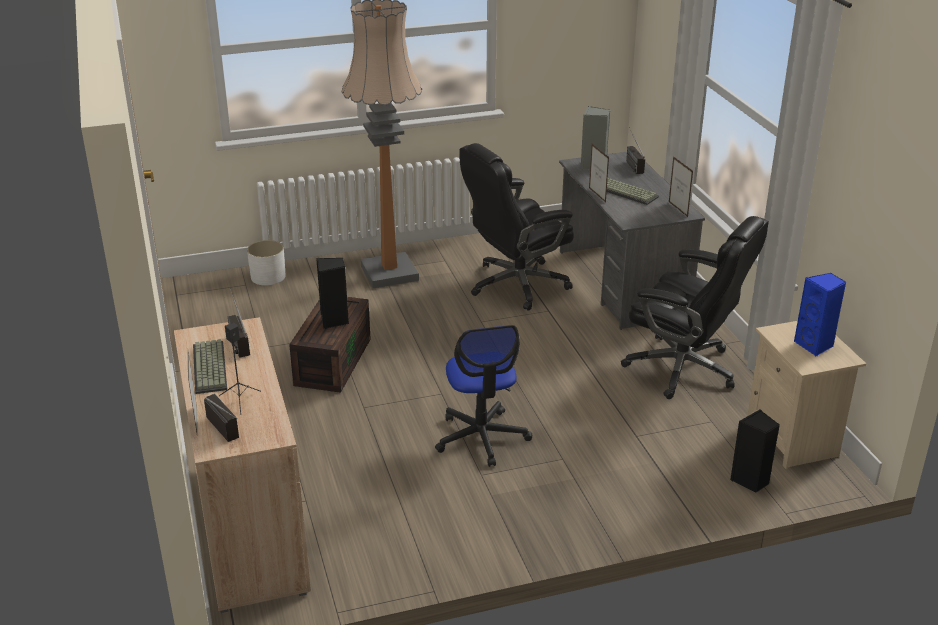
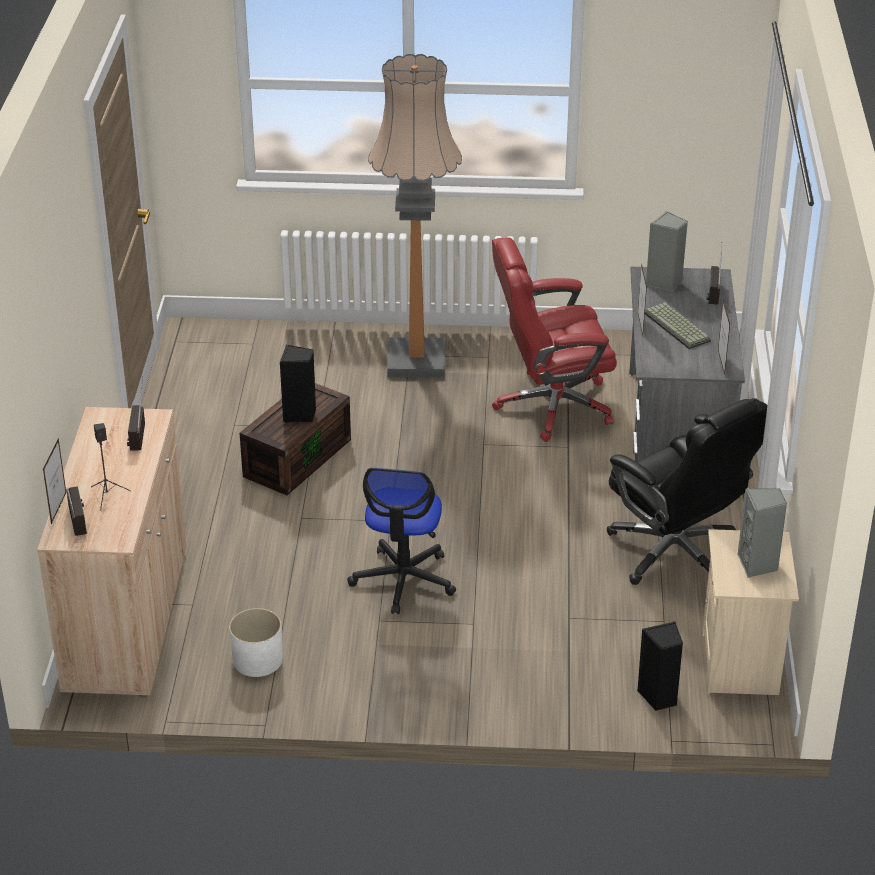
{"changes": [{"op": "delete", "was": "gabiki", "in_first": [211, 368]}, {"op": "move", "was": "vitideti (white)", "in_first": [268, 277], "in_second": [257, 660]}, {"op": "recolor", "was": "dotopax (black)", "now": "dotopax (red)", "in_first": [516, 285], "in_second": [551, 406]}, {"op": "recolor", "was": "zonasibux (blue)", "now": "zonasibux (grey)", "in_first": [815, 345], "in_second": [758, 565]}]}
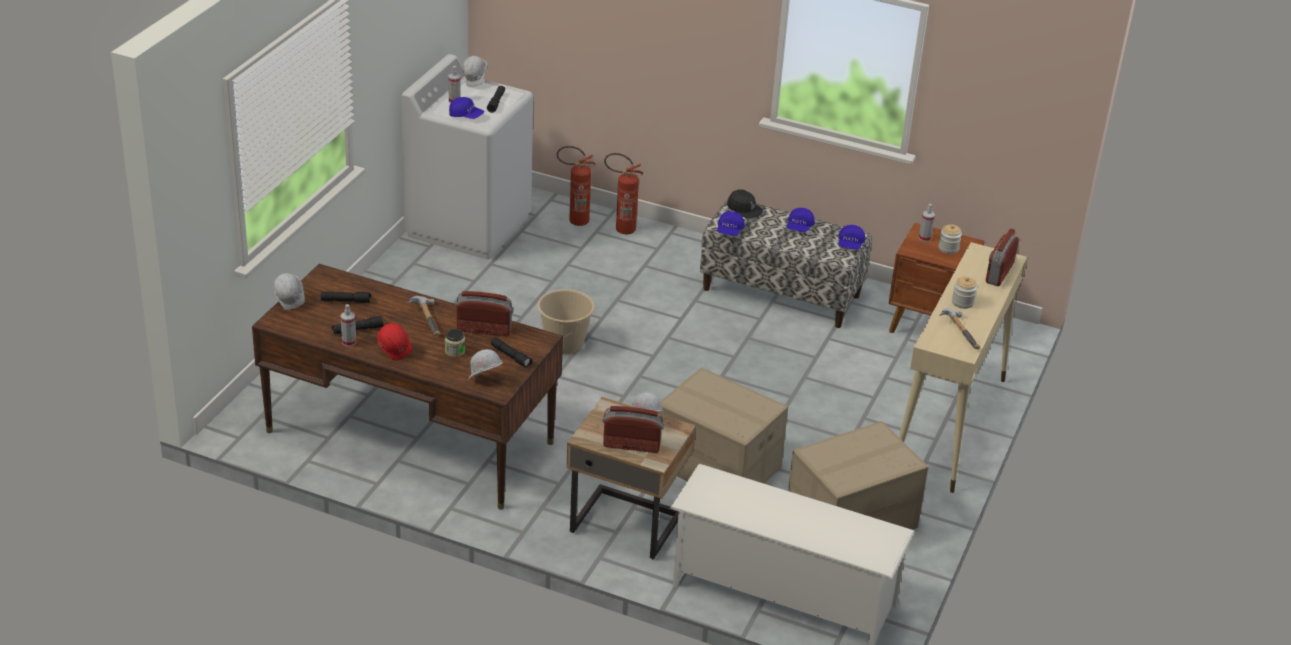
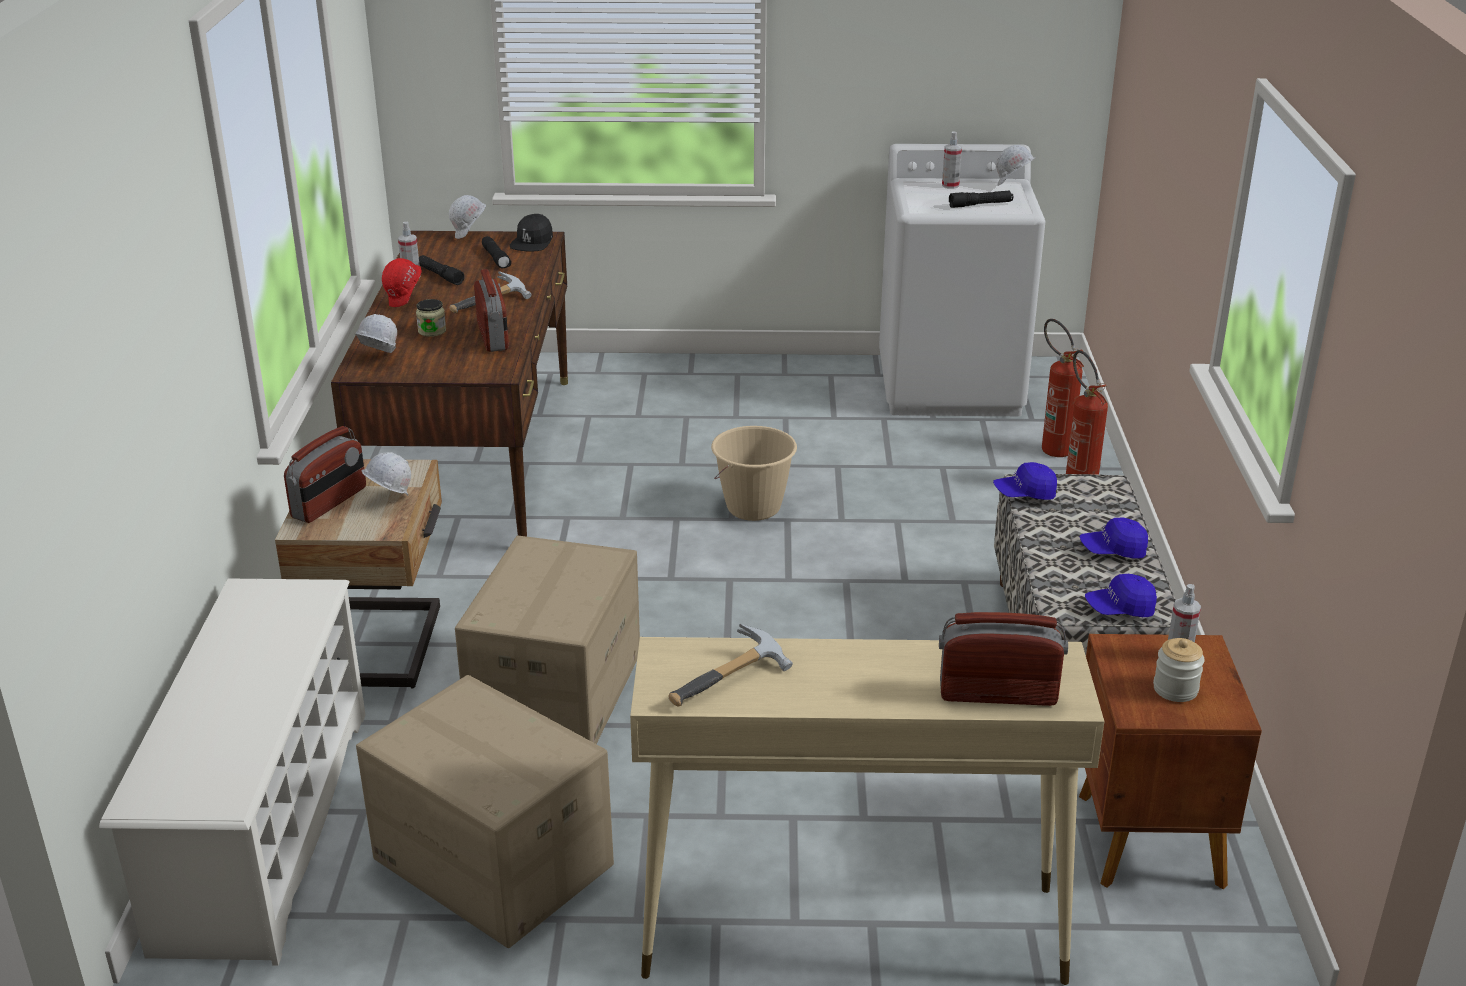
{"changes": [{"op": "delete", "was": "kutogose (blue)", "in_first": [466, 115]}, {"op": "delete", "was": "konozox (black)", "in_first": [511, 356]}, {"op": "delete", "was": "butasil", "in_first": [962, 302]}, {"op": "move", "was": "kutogose (black)", "in_first": [744, 209], "in_second": [532, 242]}, {"op": "rotate", "was": "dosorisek", "in_first": [631, 445], "in_second": [330, 503], "clockwise": 45}]}
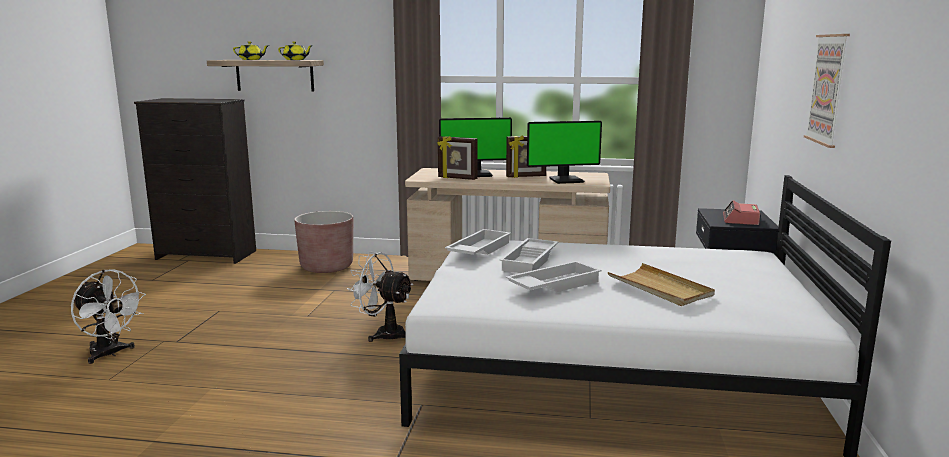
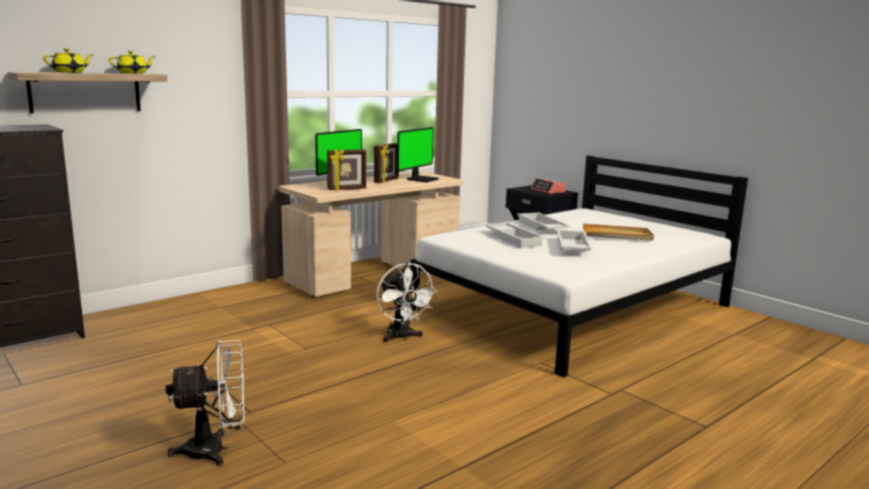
{"changes": [{"op": "delete", "was": "vitideti (brown)", "in_first": [326, 267]}, {"op": "delete", "was": "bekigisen", "in_first": [828, 89]}, {"op": "move", "was": "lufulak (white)", "in_first": [478, 249], "in_second": [541, 227]}, {"op": "rotate", "was": "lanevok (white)", "in_first": [383, 334], "in_second": [402, 337], "clockwise": -90}]}
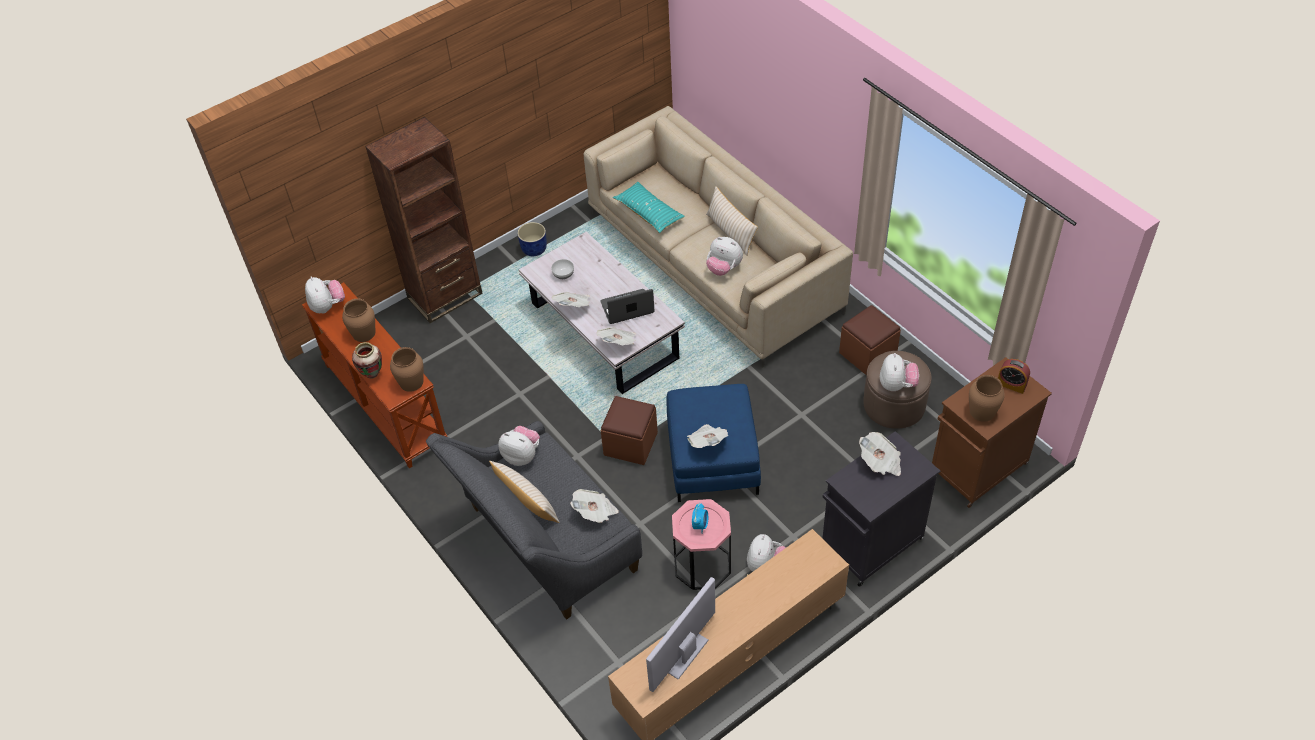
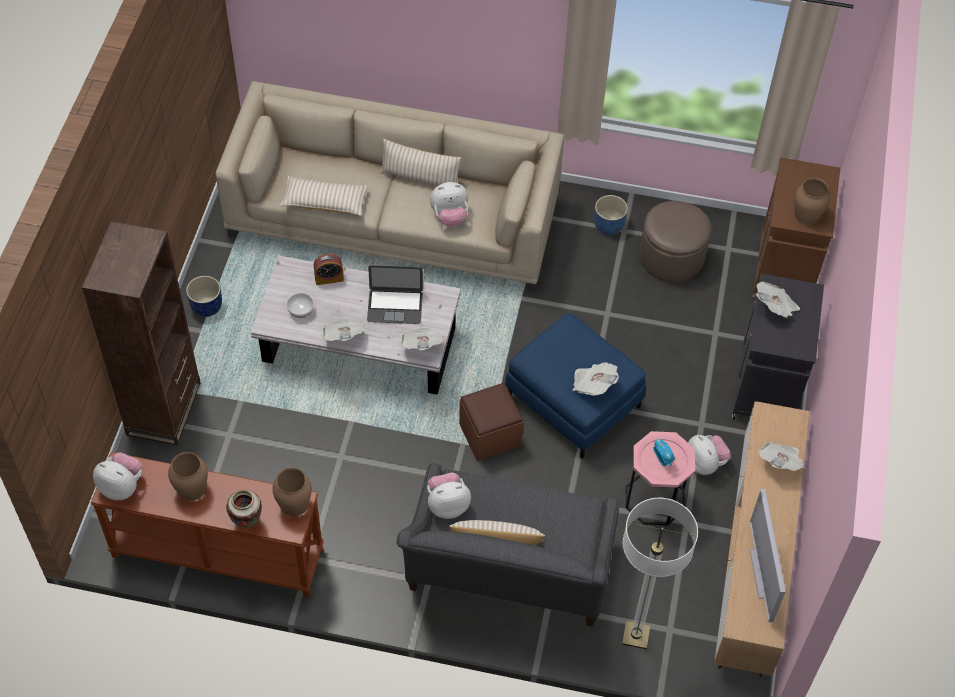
{"changes": [{"op": "delete", "was": "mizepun", "in_first": [897, 385]}, {"op": "insert", "now": "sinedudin", "in_second": [636, 635]}, {"op": "move", "was": "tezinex", "in_first": [595, 512], "in_second": [780, 462]}, {"op": "move", "was": "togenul", "in_first": [1011, 384], "in_second": [329, 278]}, {"op": "replace", "was": "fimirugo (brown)", "now": "vitideti (blue)", "in_first": [867, 354], "in_second": [609, 225]}, {"op": "recolor", "was": "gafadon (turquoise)", "now": "gafadon (beige)", "in_first": [648, 213], "in_second": [324, 202]}, {"op": "rotate", "was": "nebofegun", "in_first": [627, 307], "in_second": [395, 306], "clockwise": -120}]}
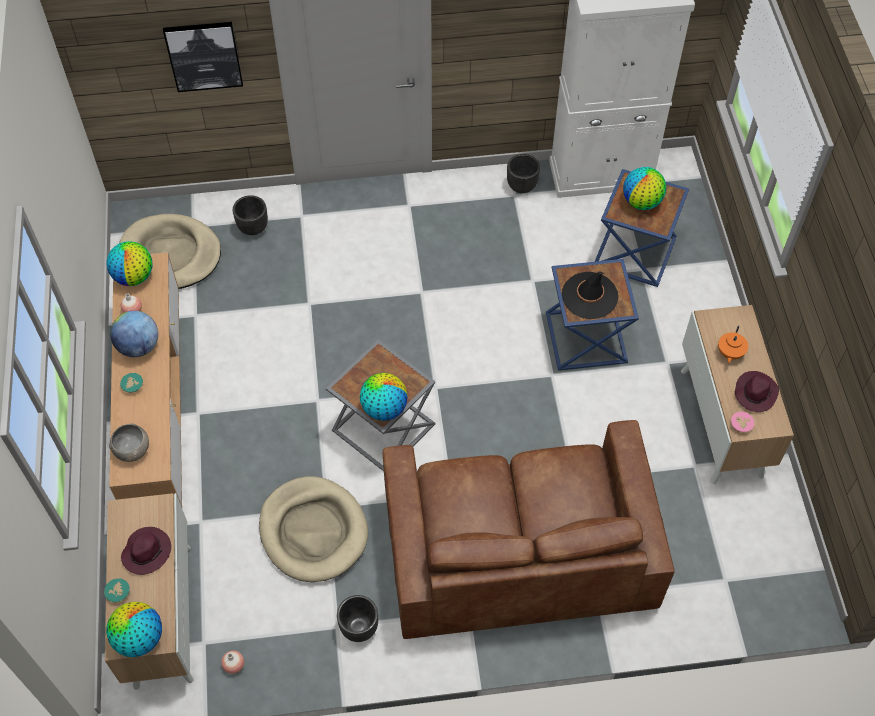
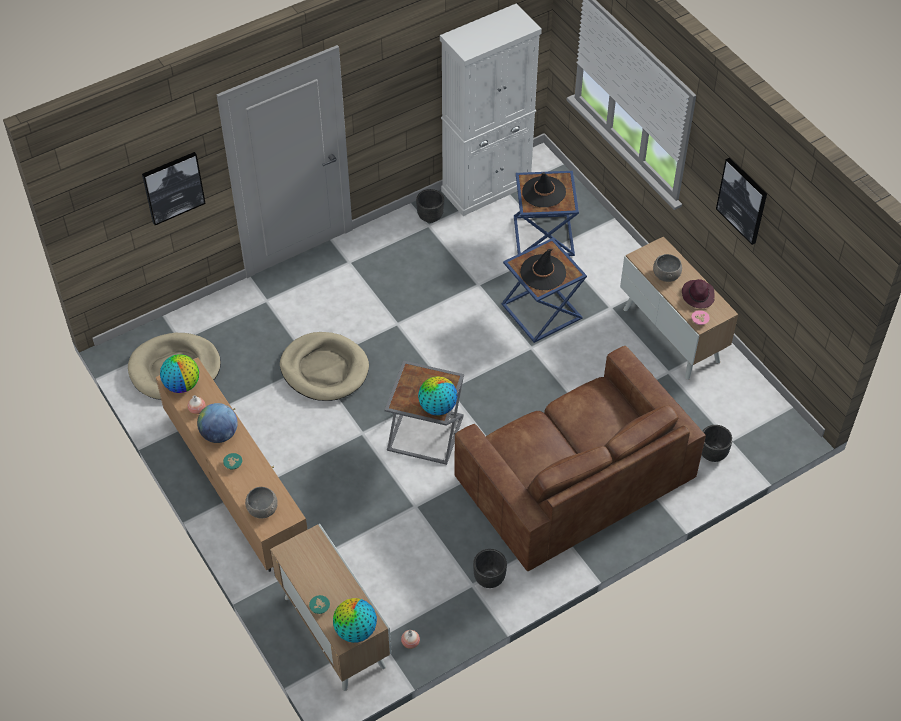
{"changes": [{"op": "delete", "was": "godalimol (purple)", "in_first": [147, 551]}, {"op": "insert", "now": "bekigisen", "in_second": [742, 200]}, {"op": "move", "was": "vitideti (black)", "in_first": [253, 228], "in_second": [712, 454]}, {"op": "move", "was": "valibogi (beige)", "in_first": [313, 531], "in_second": [324, 369]}, {"op": "replace", "was": "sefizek", "now": "godalimol (black)", "in_first": [641, 202], "in_second": [543, 192]}, {"op": "replace", "was": "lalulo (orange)", "now": "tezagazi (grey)", "in_first": [729, 353], "in_second": [666, 275]}]}
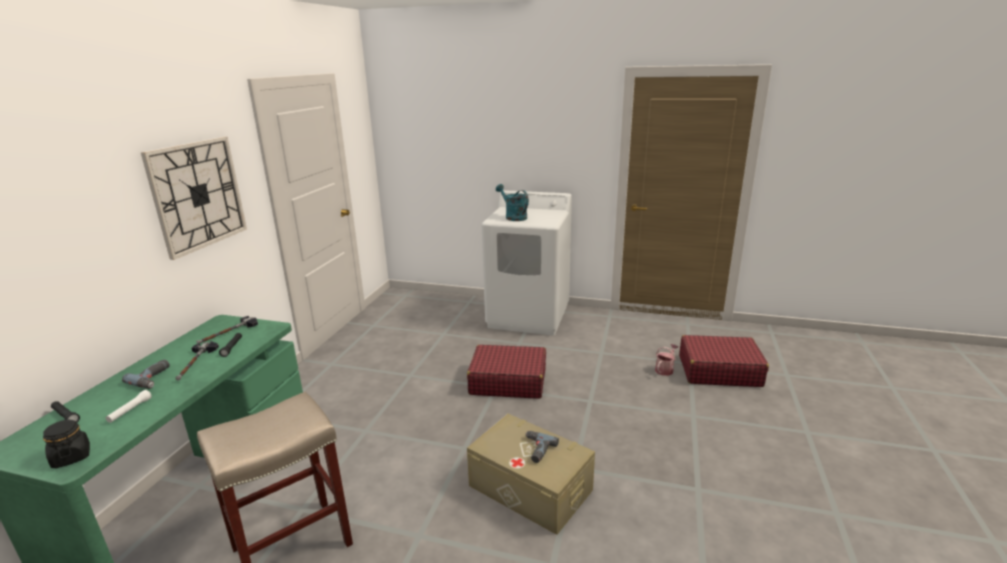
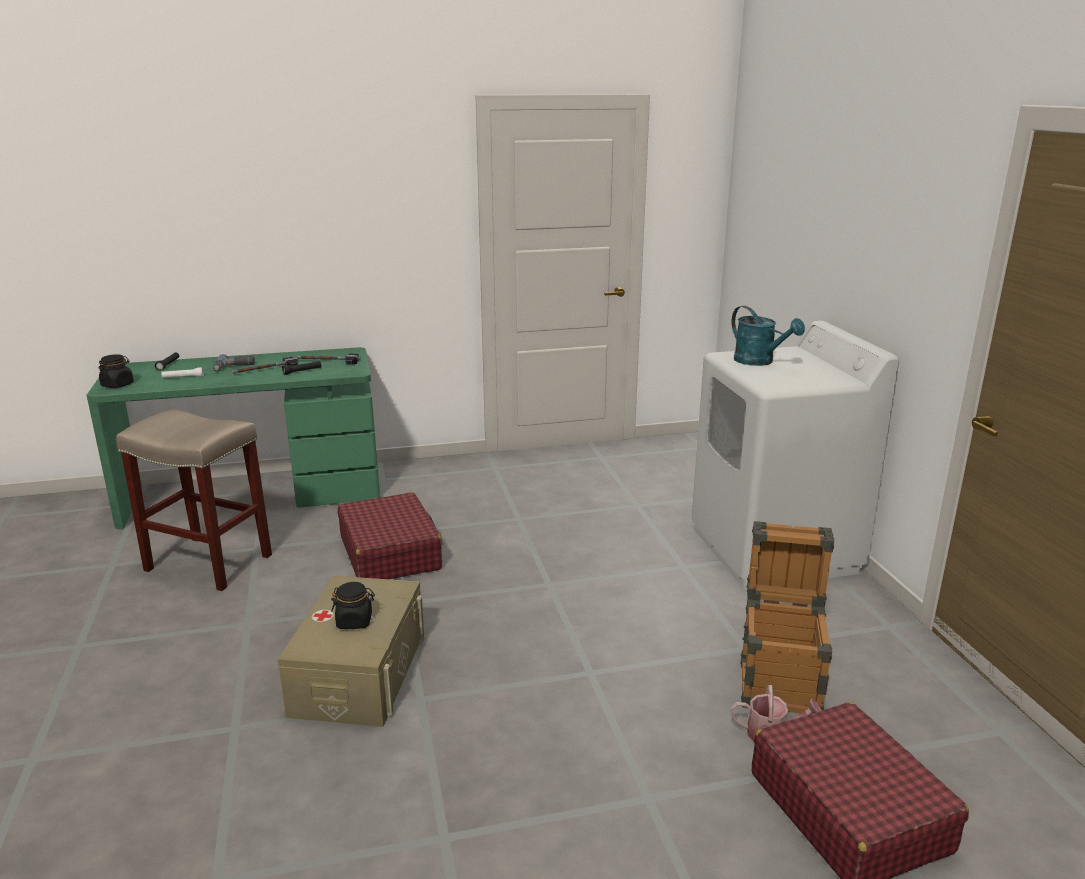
{"changes": [{"op": "delete", "was": "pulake", "in_first": [198, 195]}, {"op": "insert", "now": "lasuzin", "in_second": [779, 679]}, {"op": "move", "was": "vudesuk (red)", "in_first": [507, 381], "in_second": [390, 553]}, {"op": "replace", "was": "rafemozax", "now": "butasil (black)", "in_first": [536, 449], "in_second": [354, 621]}, {"op": "rotate", "was": "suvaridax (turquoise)", "in_first": [513, 217], "in_second": [759, 362], "clockwise": 120}]}
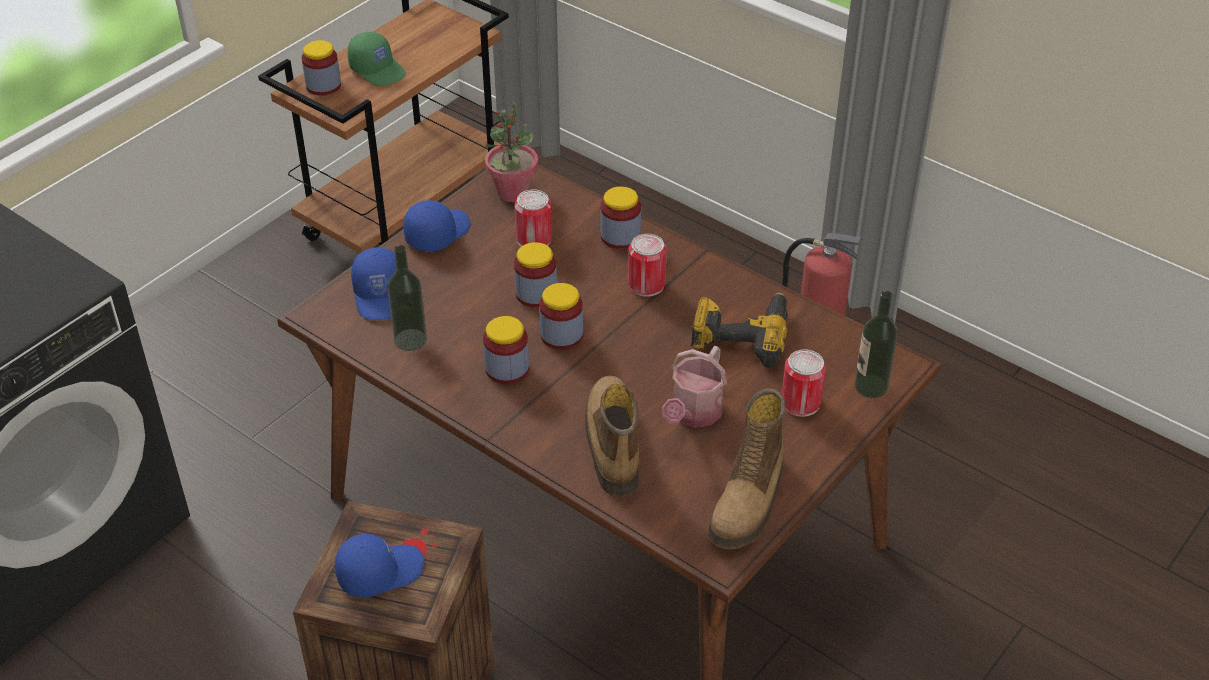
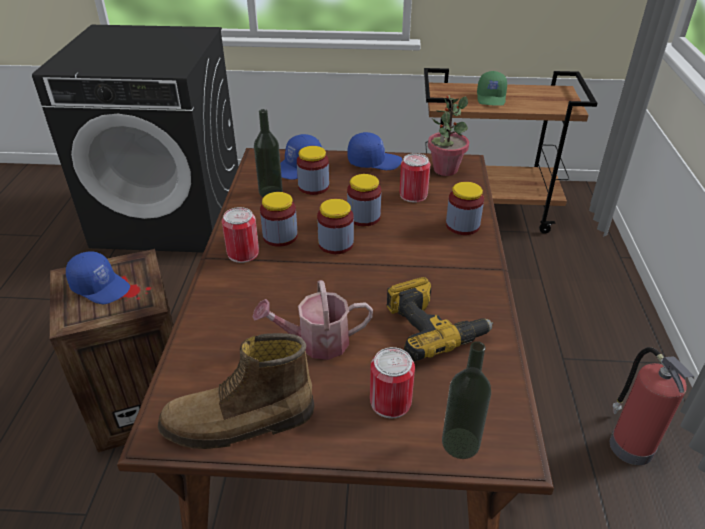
{"changes": [{"op": "delete", "was": "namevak", "in_first": [611, 443]}, {"op": "move", "was": "butasil", "in_first": [323, 86], "in_second": [313, 187]}, {"op": "move", "was": "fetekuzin", "in_first": [646, 284], "in_second": [243, 253]}]}
